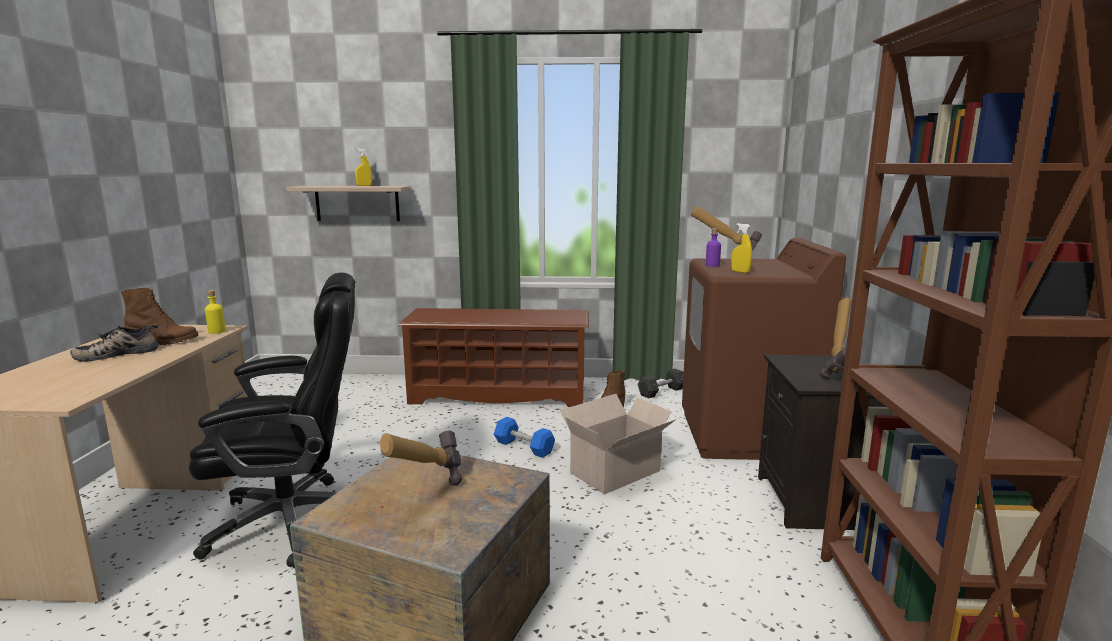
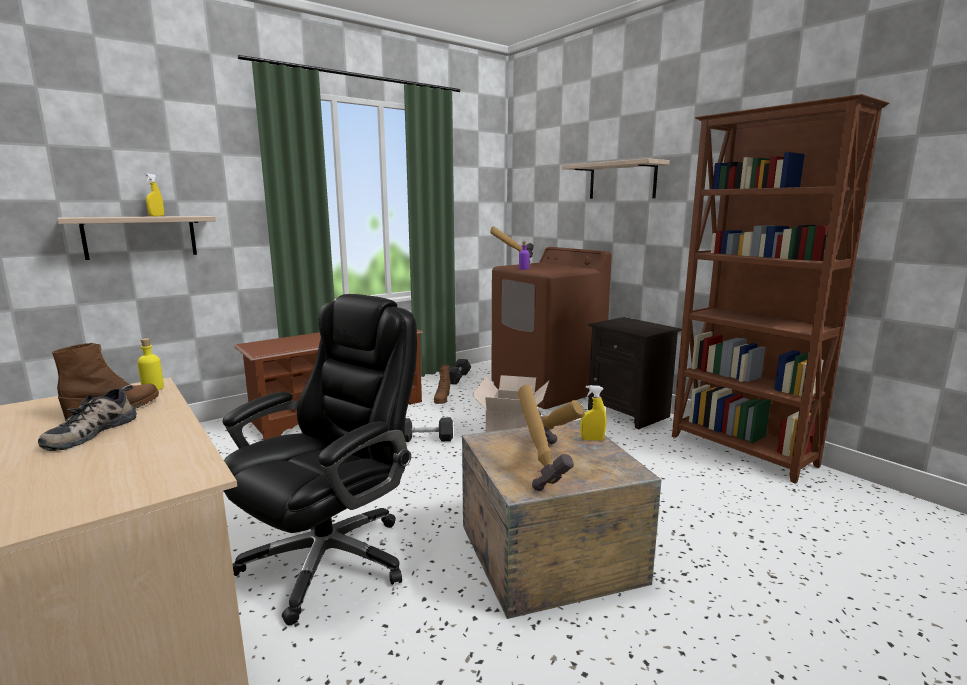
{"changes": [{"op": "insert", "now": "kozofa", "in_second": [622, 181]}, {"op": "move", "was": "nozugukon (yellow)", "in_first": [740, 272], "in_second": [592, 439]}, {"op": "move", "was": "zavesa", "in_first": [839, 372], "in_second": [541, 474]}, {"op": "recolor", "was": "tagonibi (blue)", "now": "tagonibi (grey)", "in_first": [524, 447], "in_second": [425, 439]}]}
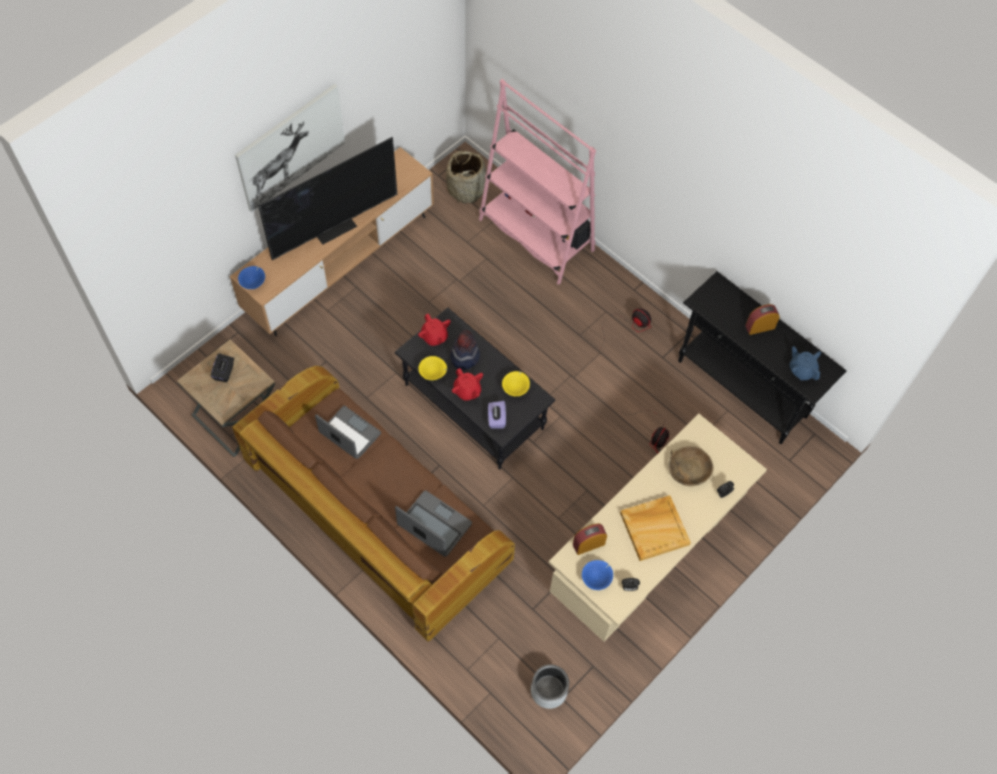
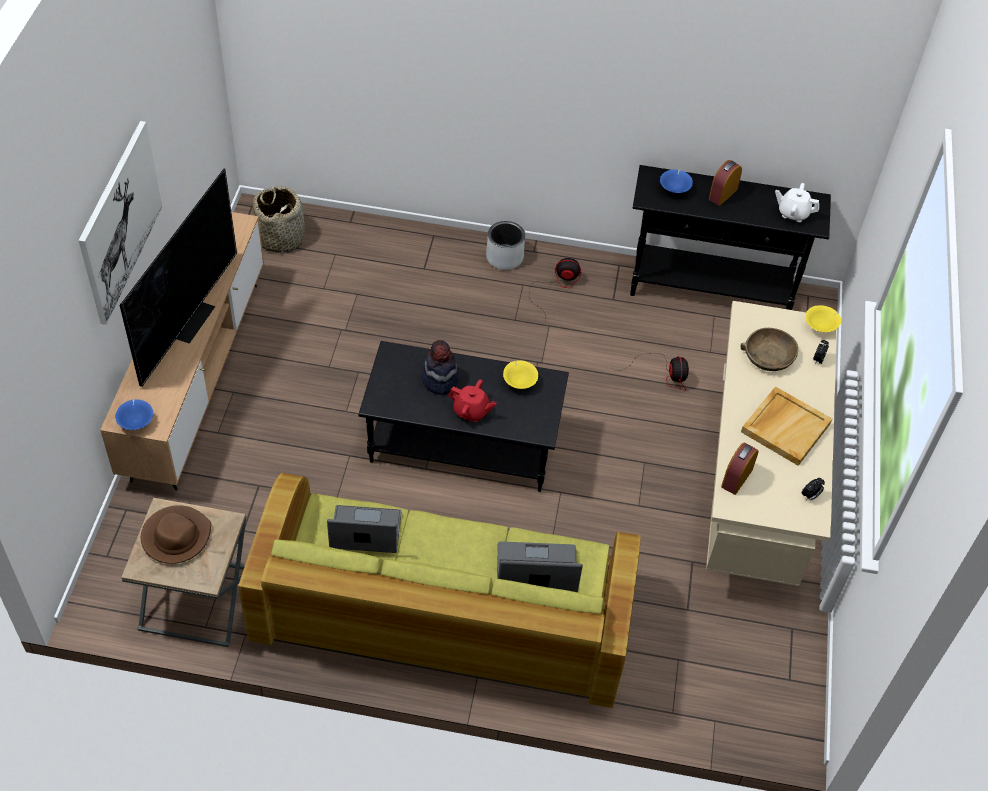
{"changes": [{"op": "delete", "was": "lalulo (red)", "in_first": [434, 337]}, {"op": "delete", "was": "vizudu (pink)", "in_first": [536, 235]}, {"op": "delete", "was": "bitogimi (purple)", "in_first": [496, 419]}, {"op": "move", "was": "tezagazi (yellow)", "in_first": [433, 373], "in_second": [821, 327]}, {"op": "move", "was": "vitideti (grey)", "in_first": [548, 691], "in_second": [504, 258]}, {"op": "move", "was": "tezagazi (blue)", "in_first": [597, 578], "in_second": [674, 189]}, {"op": "replace", "was": "bitogimi (black)", "now": "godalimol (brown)", "in_first": [224, 372], "in_second": [176, 536]}, {"op": "recolor", "was": "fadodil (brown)", "now": "fadodil (green)", "in_first": [375, 513], "in_second": [442, 612]}, {"op": "recolor", "was": "lalulo (blue)", "now": "lalulo (white)", "in_first": [801, 370], "in_second": [793, 213]}]}
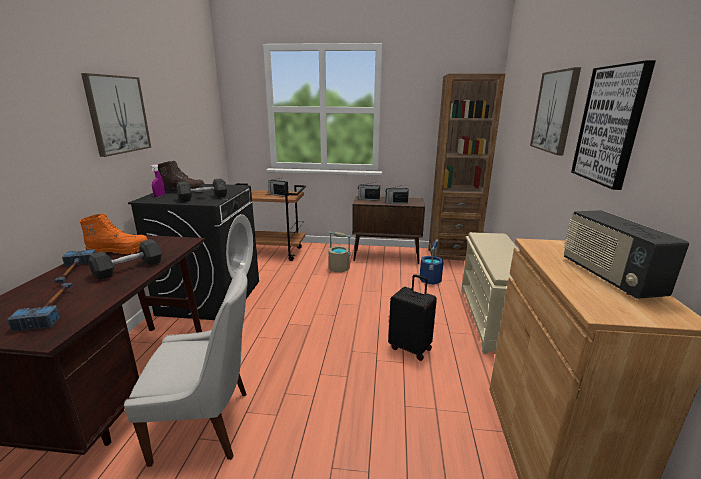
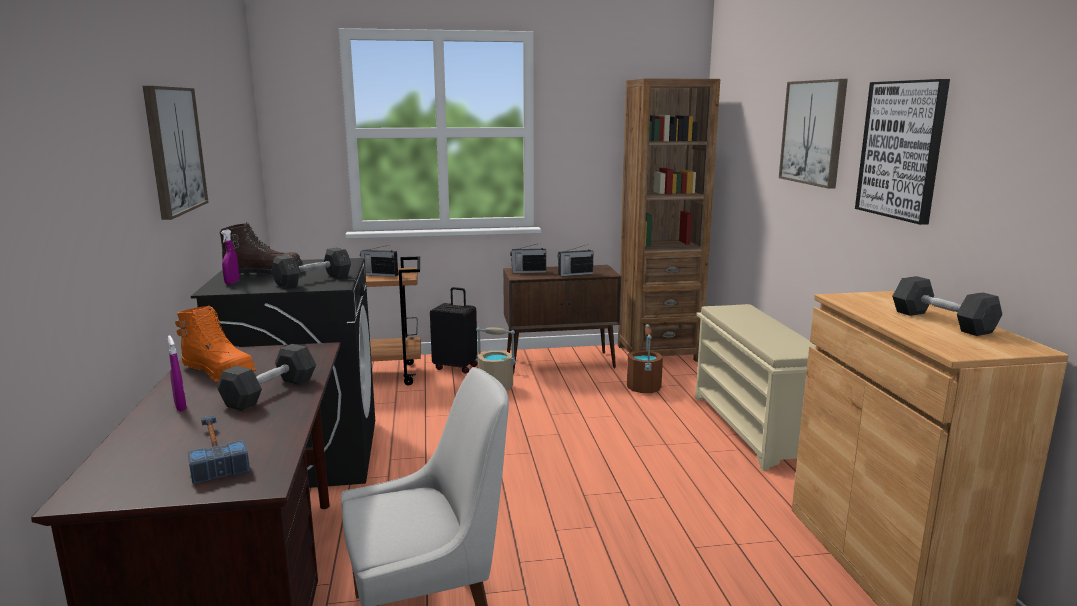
{"changes": [{"op": "move", "was": "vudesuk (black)", "in_first": [410, 348], "in_second": [456, 367]}, {"op": "replace", "was": "zavesa", "now": "nozugukon (purple)", "in_first": [73, 272], "in_second": [180, 406]}, {"op": "replace", "was": "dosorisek", "now": "tagonibi (grey)", "in_first": [608, 277], "in_second": [942, 322]}, {"op": "recolor", "was": "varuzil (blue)", "now": "varuzil (brown)", "in_first": [430, 280], "in_second": [644, 388]}, {"op": "rotate", "was": "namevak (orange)", "in_first": [120, 251], "in_second": [220, 372], "clockwise": 60}]}
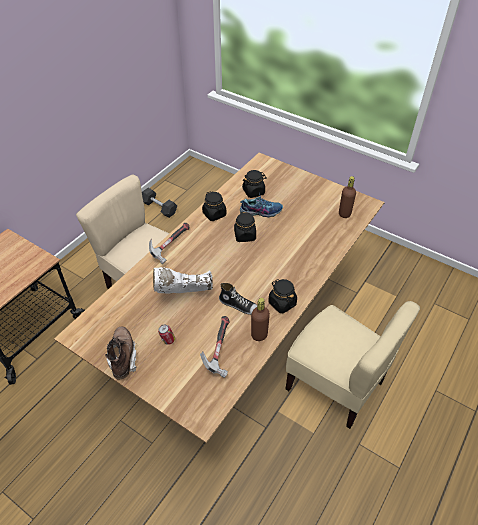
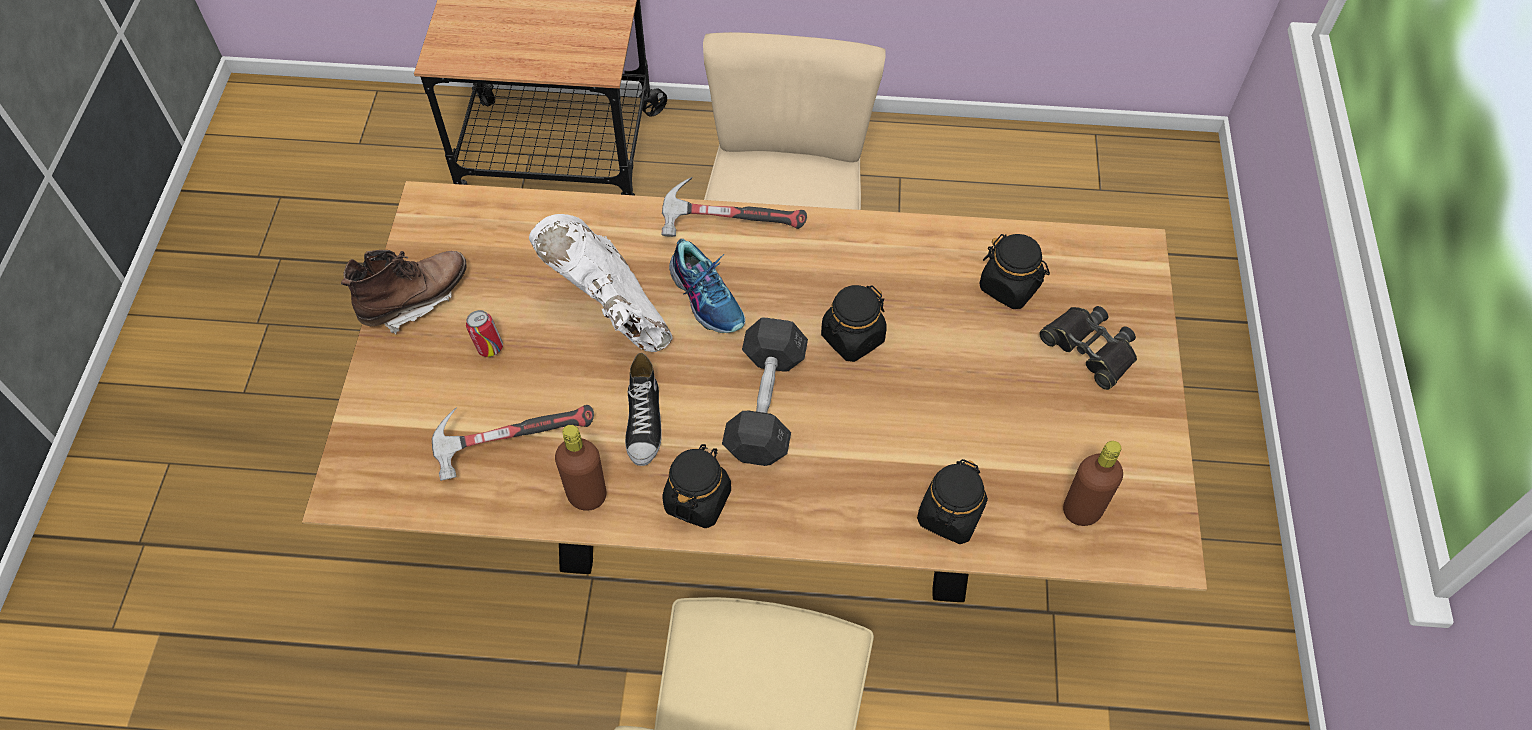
{"changes": [{"op": "insert", "now": "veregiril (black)", "in_second": [1090, 349]}, {"op": "move", "was": "tagonibi (grey)", "in_first": [159, 208], "in_second": [765, 404]}, {"op": "move", "was": "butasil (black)", "in_first": [214, 214], "in_second": [950, 515]}, {"op": "move", "was": "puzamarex", "in_first": [261, 211], "in_second": [707, 297]}]}
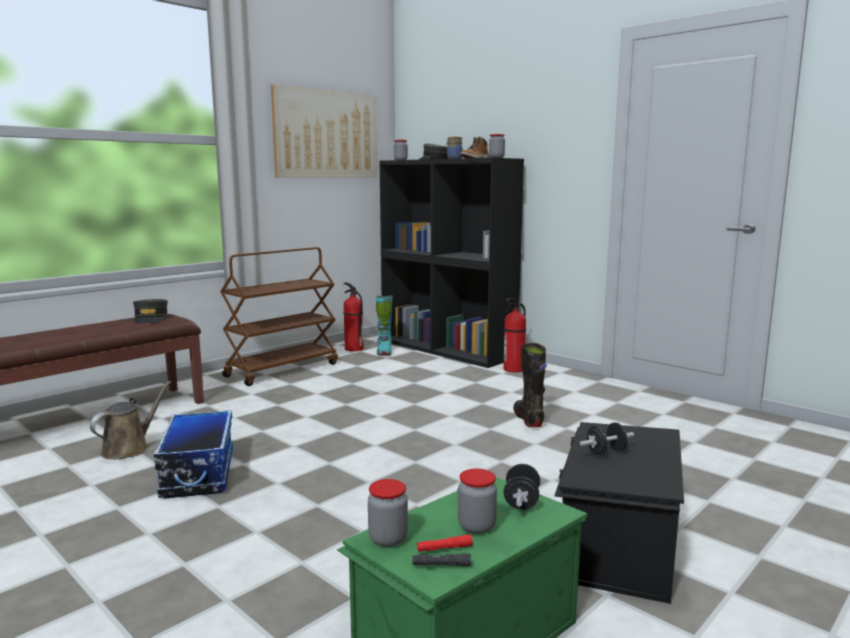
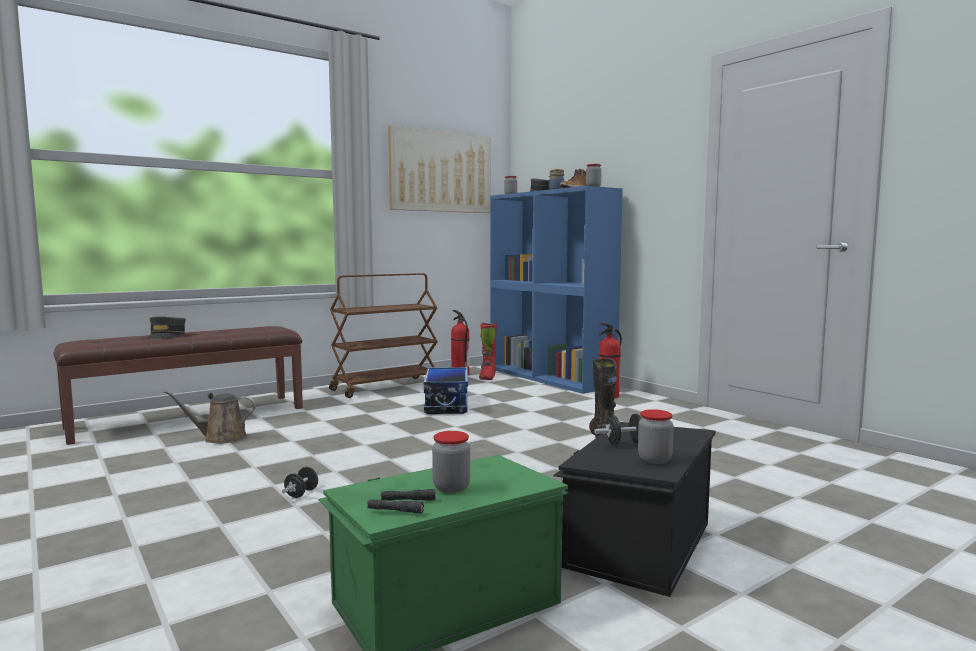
{"changes": [{"op": "move", "was": "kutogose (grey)", "in_first": [151, 318], "in_second": [166, 336]}, {"op": "move", "was": "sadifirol", "in_first": [197, 473], "in_second": [445, 404]}, {"op": "move", "was": "butasil", "in_first": [388, 538], "in_second": [654, 459]}, {"op": "move", "was": "tagonibi (black)", "in_first": [521, 502], "in_second": [301, 493]}, {"op": "recolor", "was": "namevak (turquoise)", "now": "namevak (red)", "in_first": [384, 352], "in_second": [487, 378]}, {"op": "recolor", "was": "vizudu (black)", "now": "vizudu (blue)", "in_first": [448, 349], "in_second": [551, 377]}, {"op": "recolor", "was": "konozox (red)", "now": "konozox (black)", "in_first": [444, 548], "in_second": [408, 500]}, {"op": "rotate", "was": "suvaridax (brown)", "in_first": [129, 448], "in_second": [221, 438], "clockwise": -135}]}
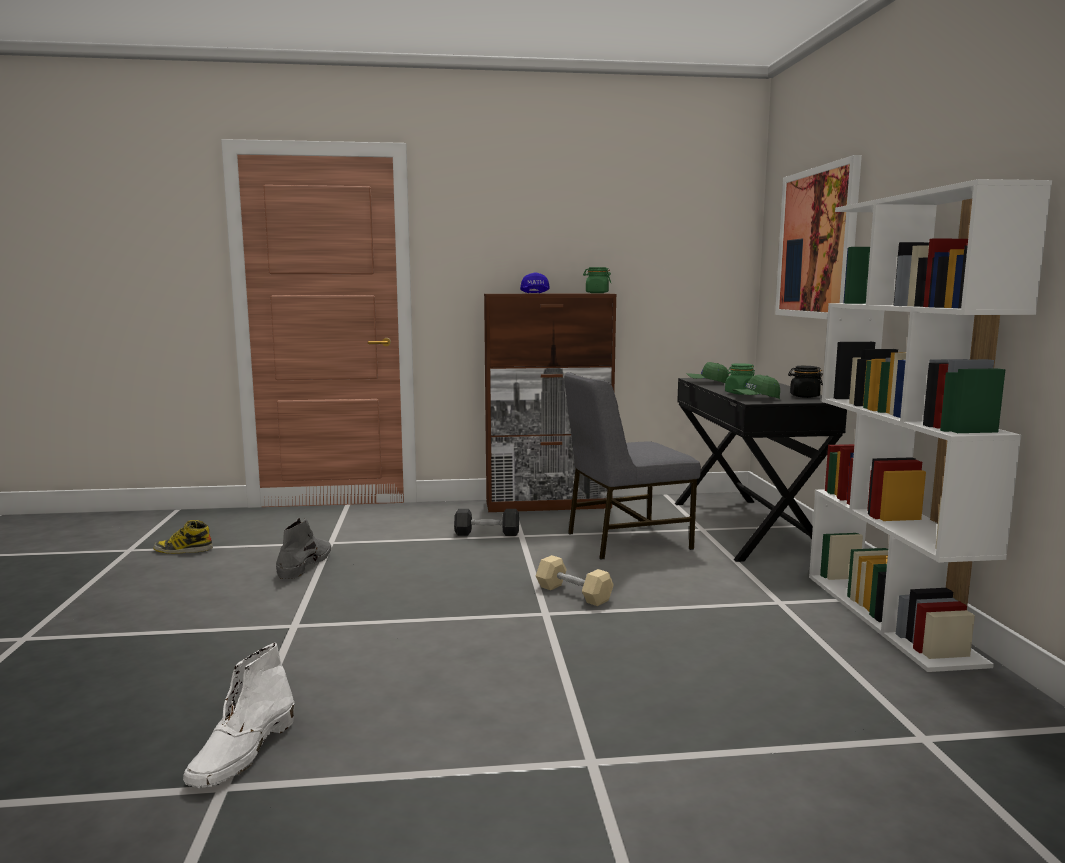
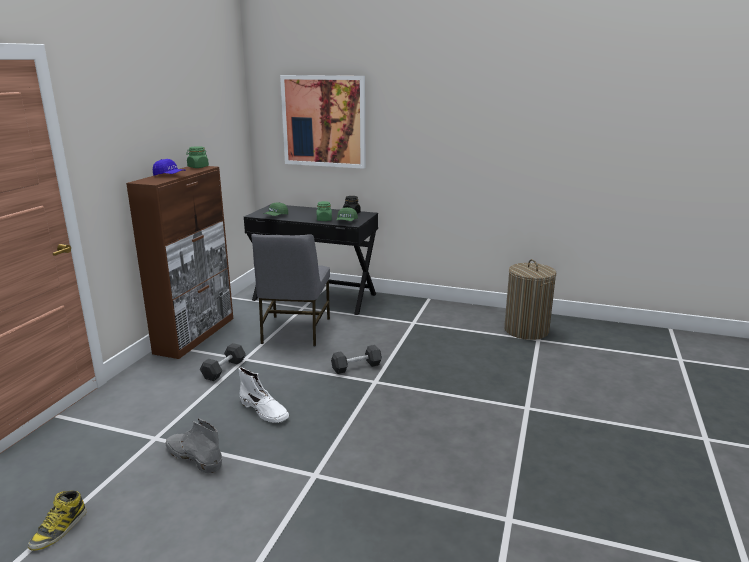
{"changes": [{"op": "delete", "was": "vizudu (white)", "in_first": [890, 617]}, {"op": "insert", "now": "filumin", "in_second": [526, 330]}, {"op": "move", "was": "namevak (white)", "in_first": [243, 752], "in_second": [264, 411]}, {"op": "recolor", "was": "tagonibi (beige)", "now": "tagonibi (black)", "in_first": [573, 593], "in_second": [356, 367]}]}
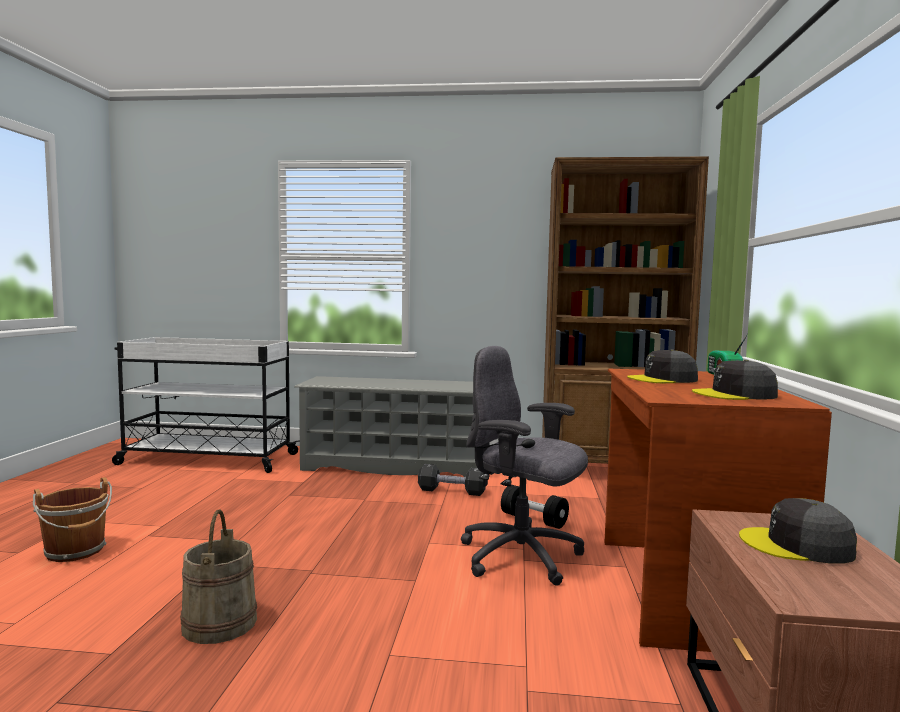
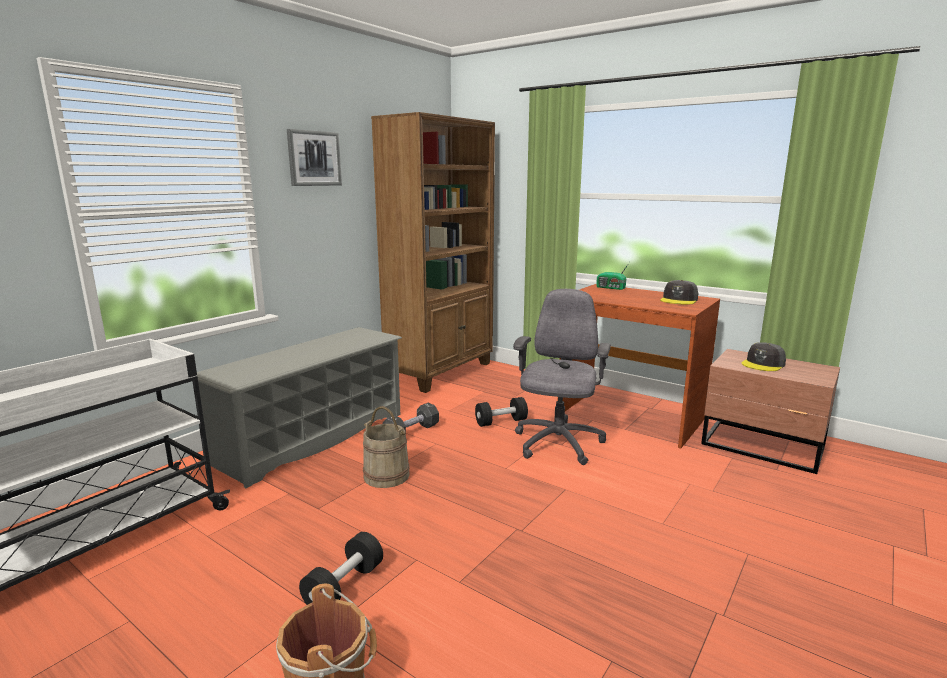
{"changes": [{"op": "delete", "was": "kutogose (grey)", "in_first": [663, 379]}, {"op": "insert", "now": "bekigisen", "in_second": [314, 158]}, {"op": "insert", "now": "tagonibi (black)", "in_second": [344, 586]}, {"op": "move", "was": "varuzil (beige)", "in_first": [219, 623], "in_second": [386, 476]}, {"op": "rotate", "was": "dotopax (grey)", "in_first": [521, 557], "in_second": [557, 444], "clockwise": 135}]}
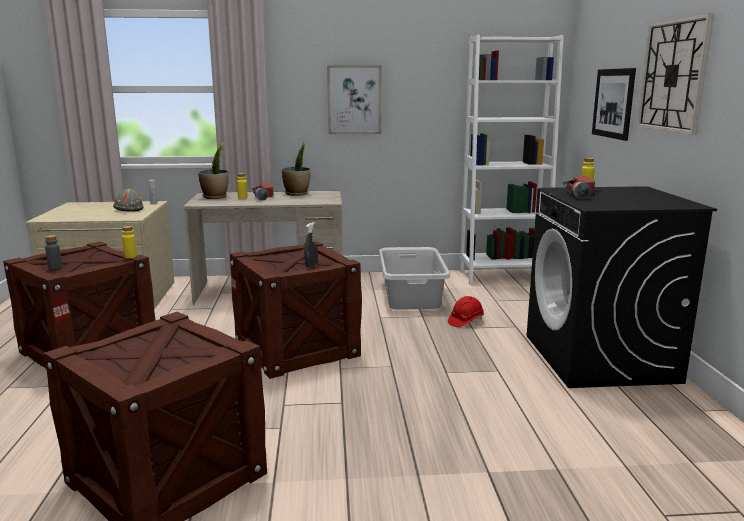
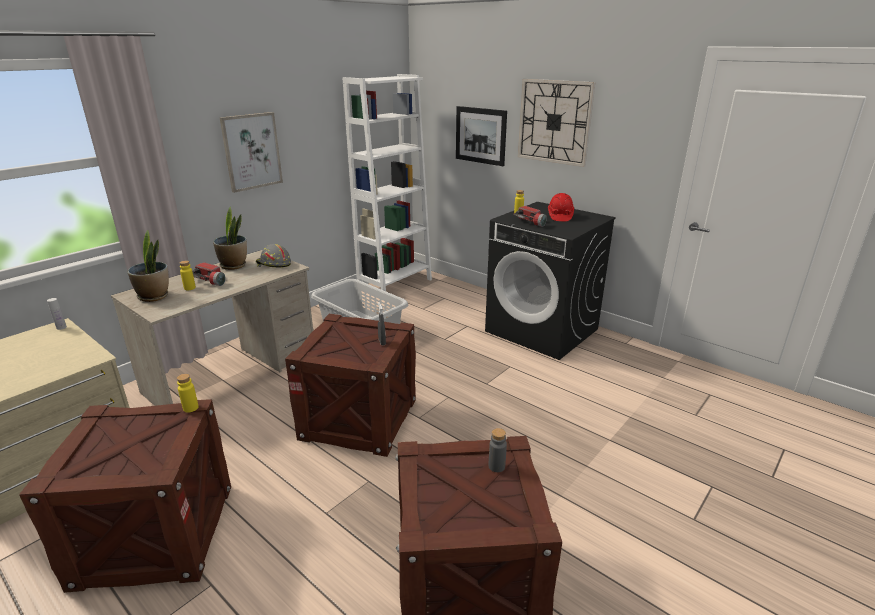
{"changes": [{"op": "move", "was": "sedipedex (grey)", "in_first": [55, 267], "in_second": [496, 466]}, {"op": "move", "was": "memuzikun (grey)", "in_first": [128, 209], "in_second": [273, 264]}, {"op": "move", "was": "memuzikun (red)", "in_first": [465, 321], "in_second": [560, 216]}]}
